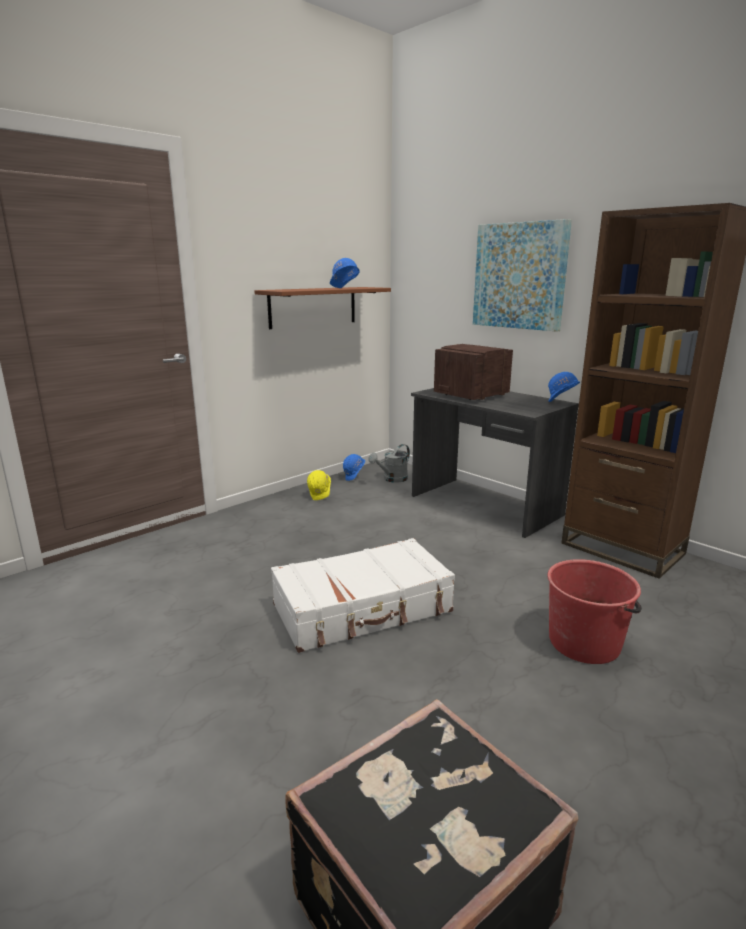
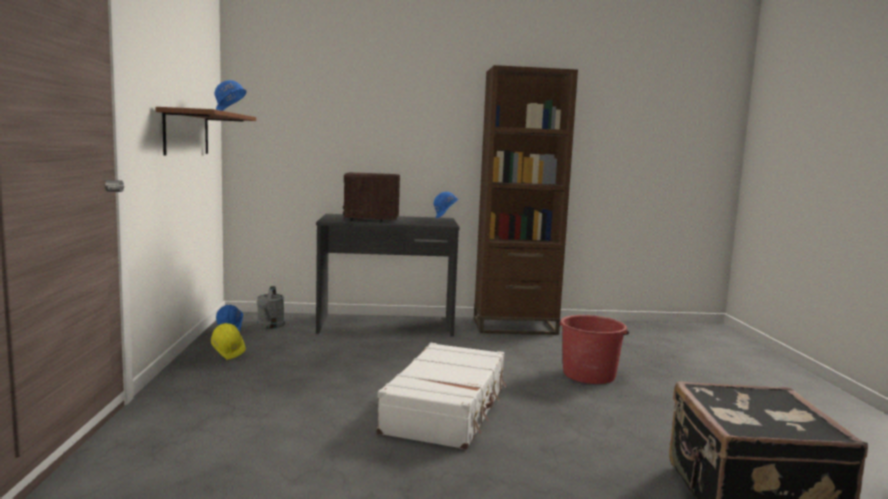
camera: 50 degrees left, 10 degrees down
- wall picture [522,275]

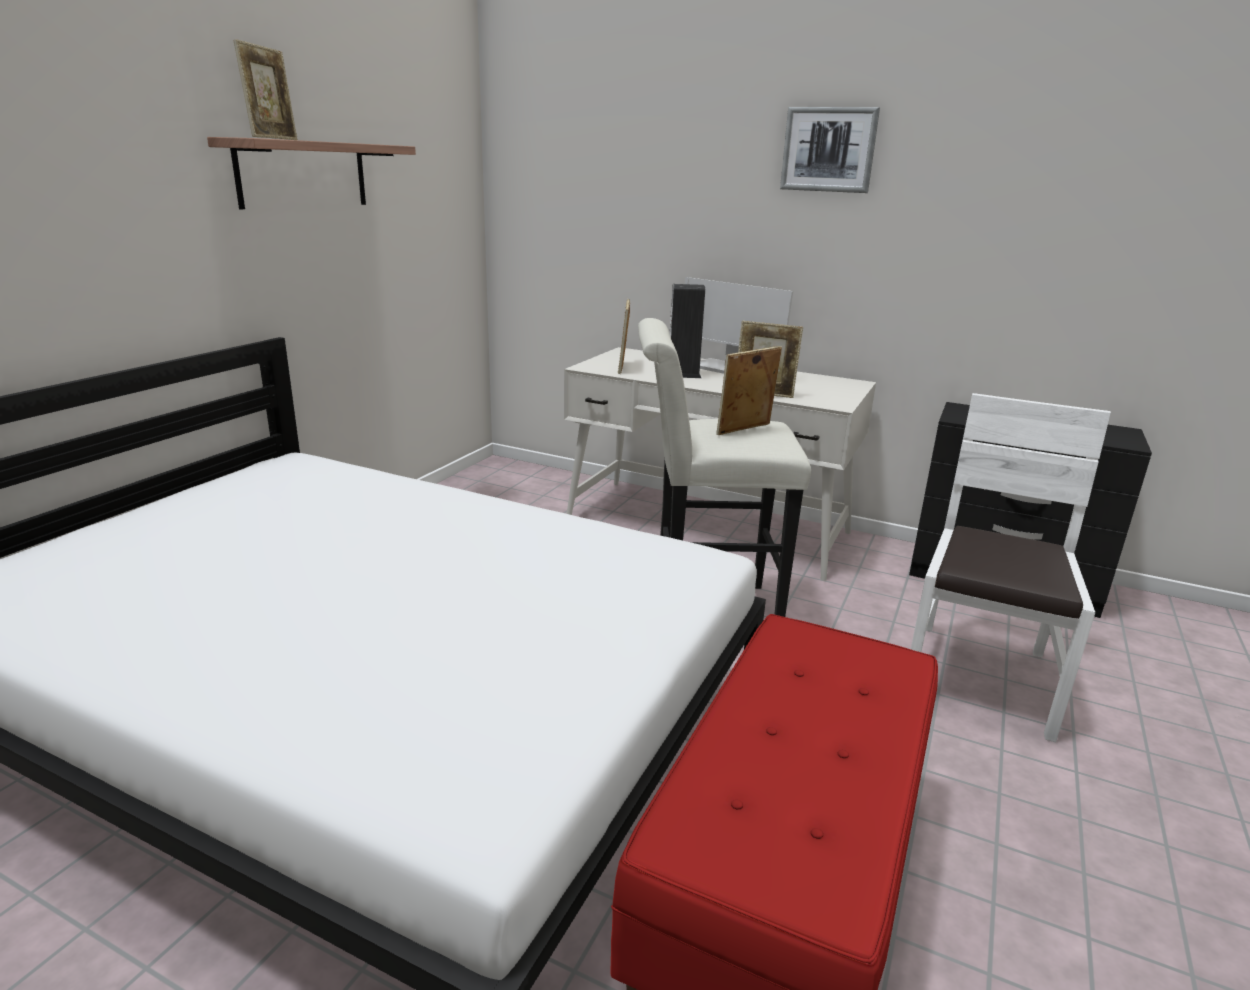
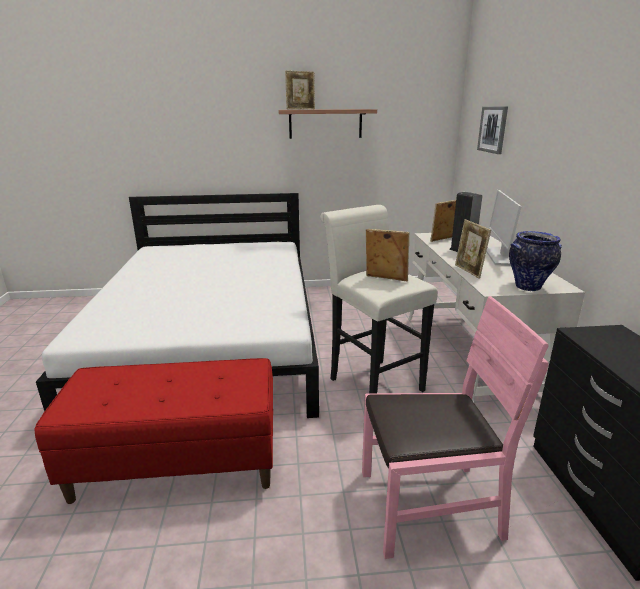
camera: 60 degrees right, 0 degrees up
+ flower vase [535,261]
~ wall picture [830,150] to [492,130]
~ white-coloured plain chair [1011,567] to pinkish plain chair [455,427]

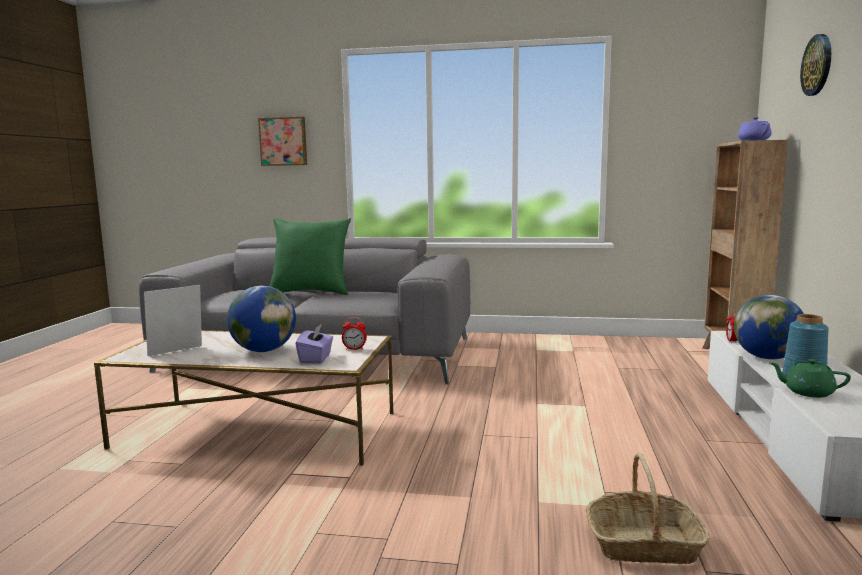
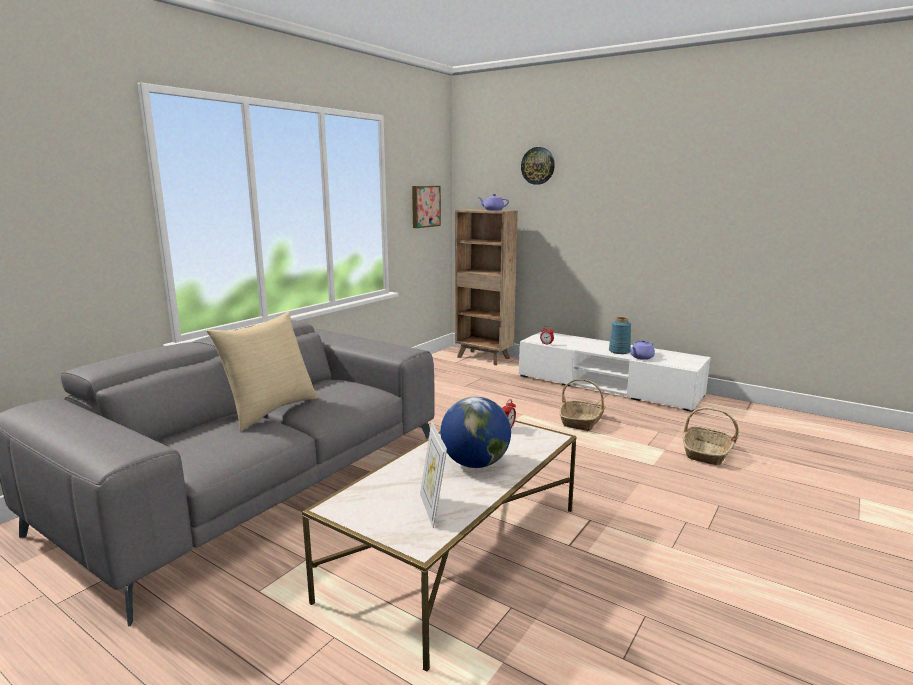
camera: 65 degrees left, 5 degrees up
- purple tissue holder [314,344]
- desk globe [769,327]
+ basket [582,405]
~ wall picture [282,141] to [426,207]
~ green throw pillow [310,256] to sand-coloured throw pillow [262,371]
~ green pot for tea [810,378] to purple pot for tea [642,350]

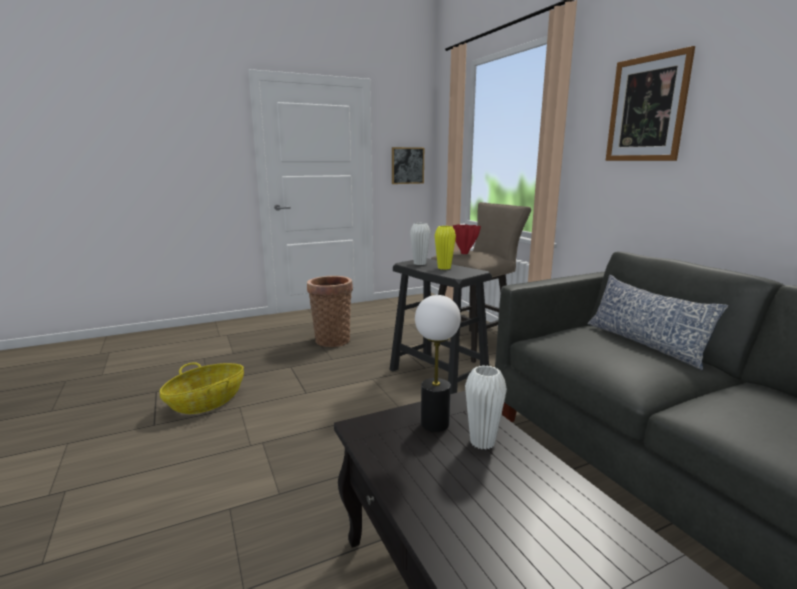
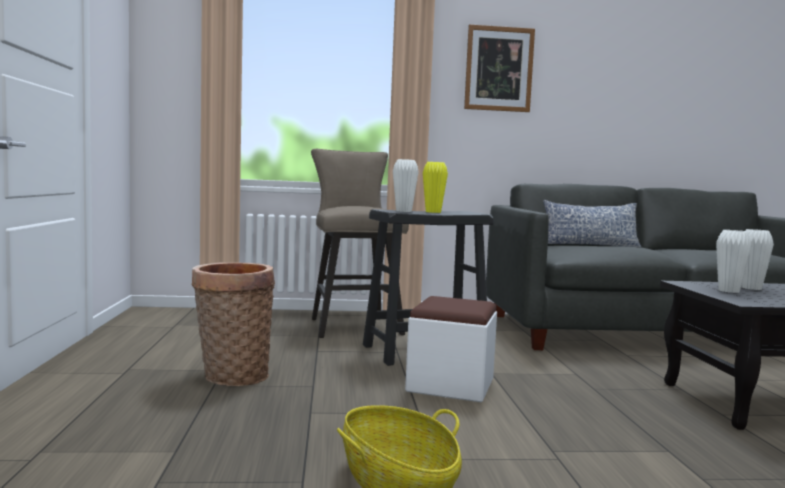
camera: 70 degrees left, 10 degrees down
- wall picture [408,165]
- red-coloured flower vase [466,239]
+ white-coloured footrest [451,349]
~ tabletop lamp [438,363] to white-coloured flower vase [733,261]

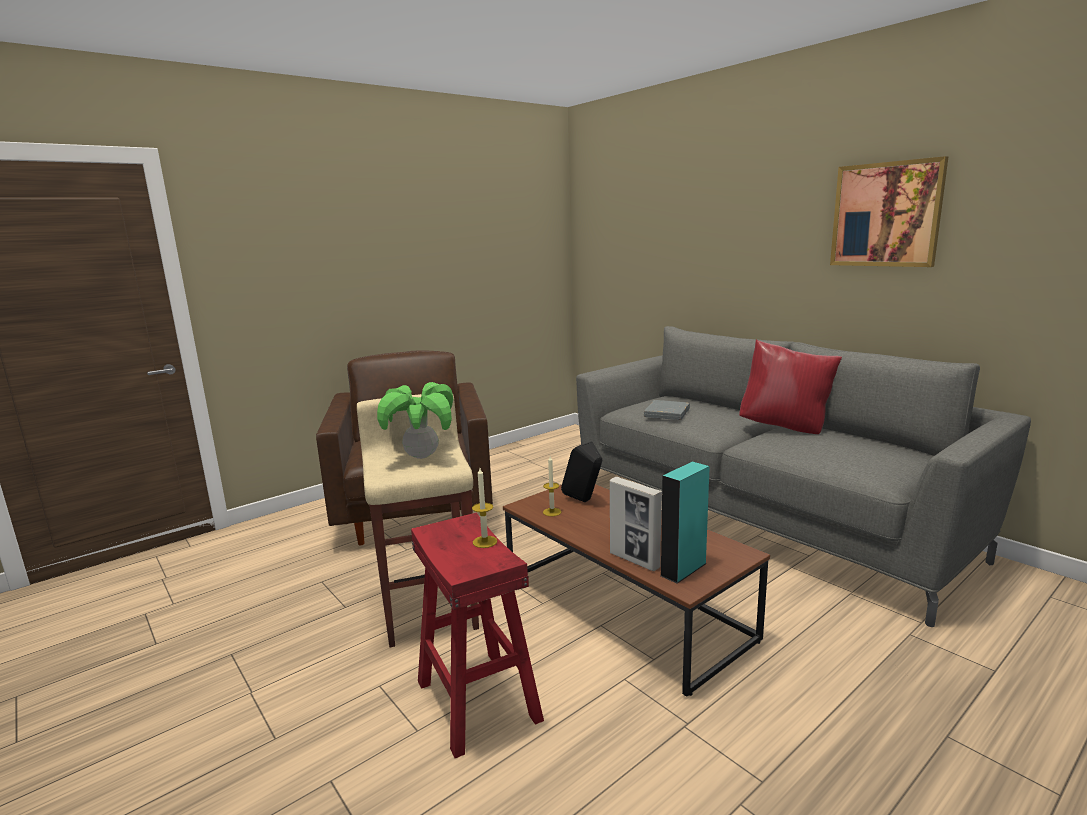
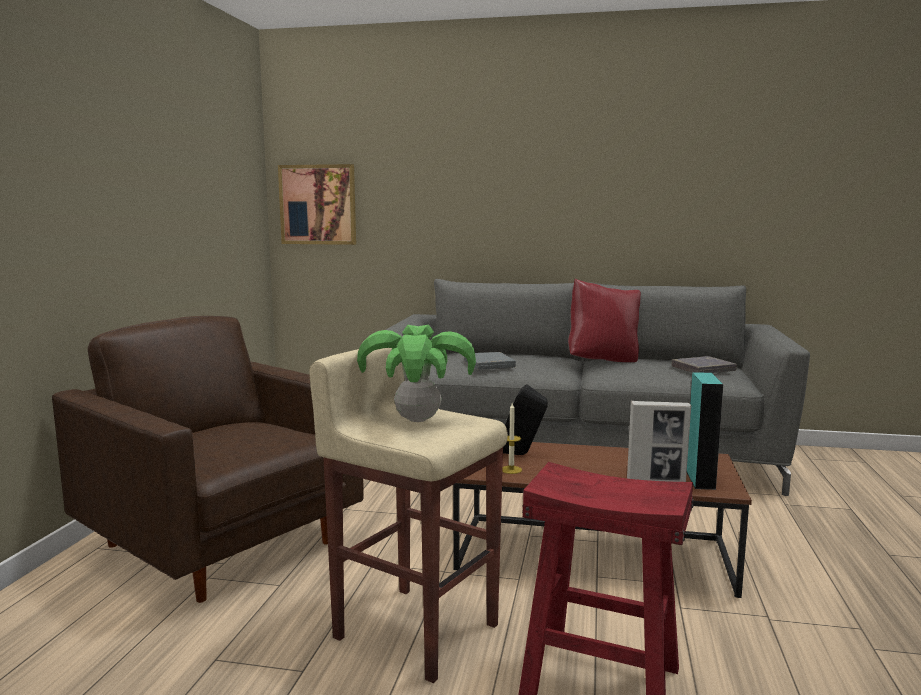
camera: 40 degrees left, 5 degrees down
- candle [484,508]
+ grey volume [704,364]
~ wall picture [889,211] to [317,204]

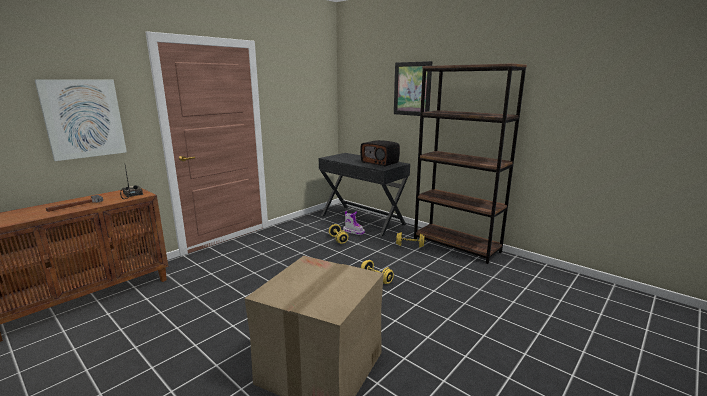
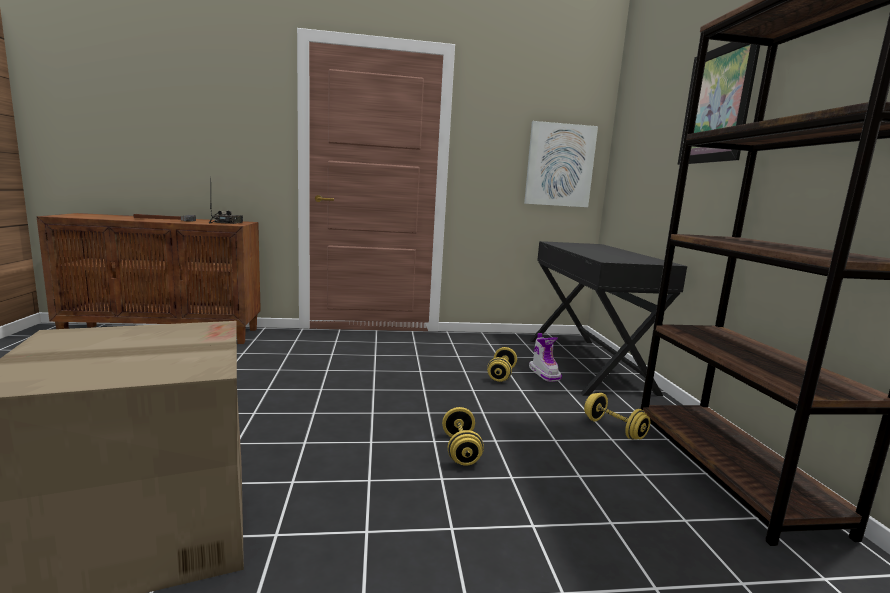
camera: 40 degrees right, 5 degrees down
- radio [380,153]
~ wall picture [81,120] to [561,164]

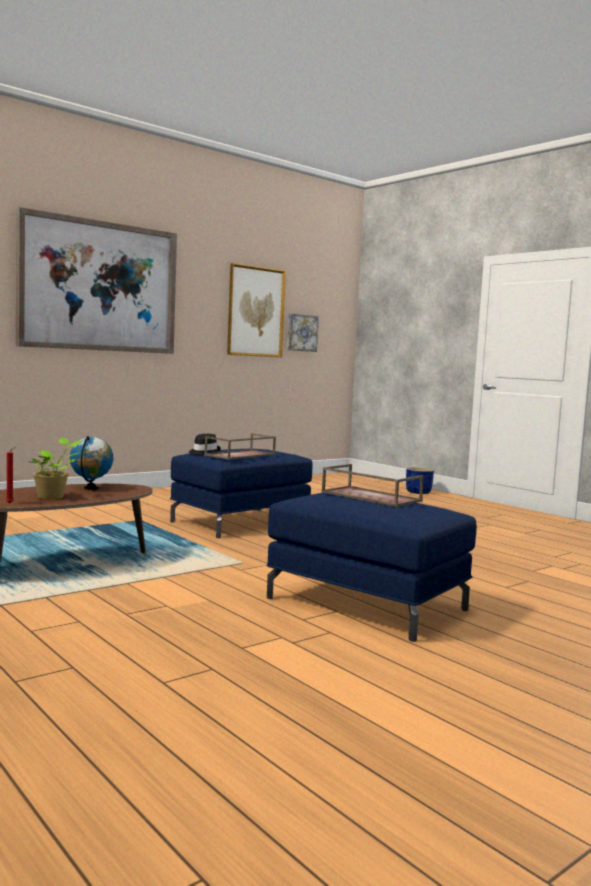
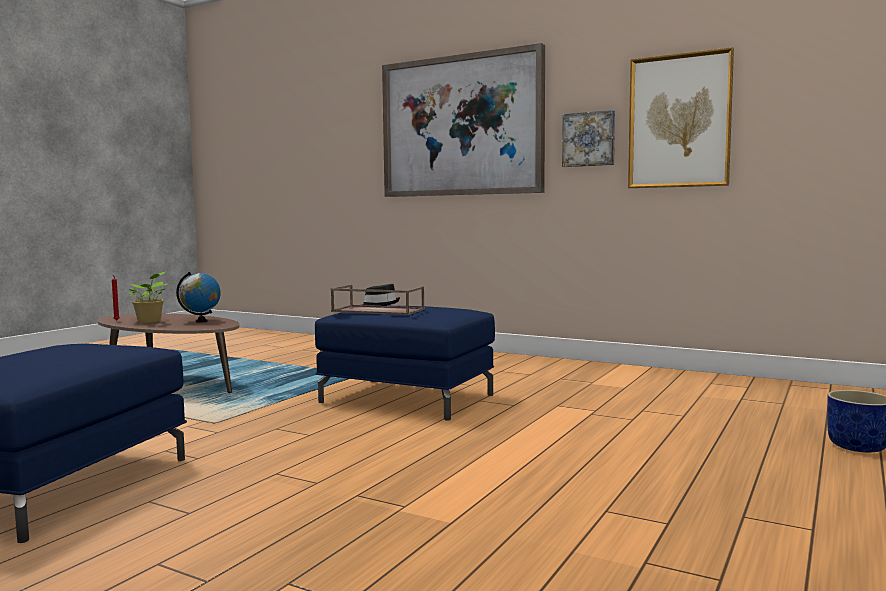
camera: 70 degrees right, 0 degrees up
- brownish tray [372,485]
~ wall picture [303,333] to [588,138]

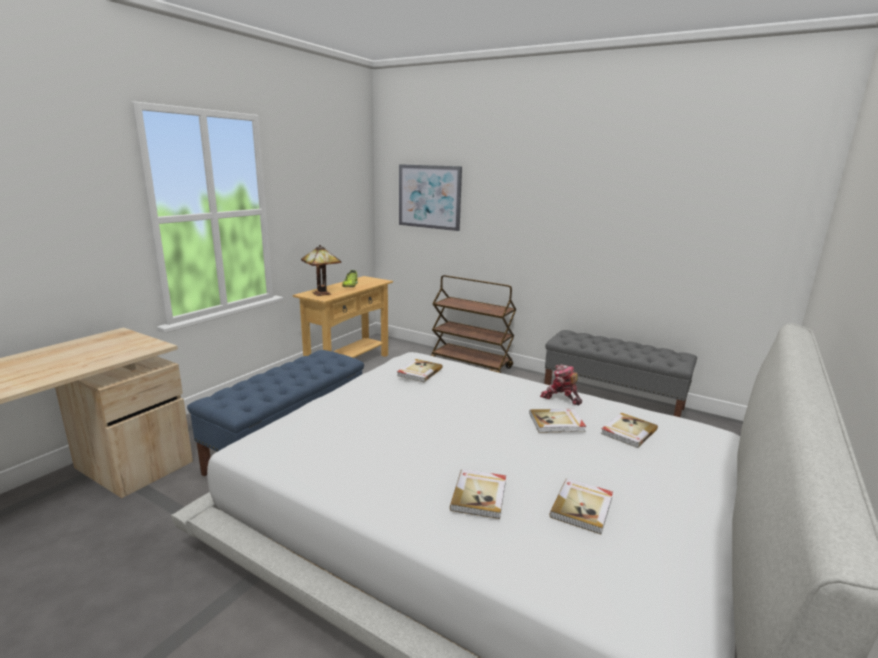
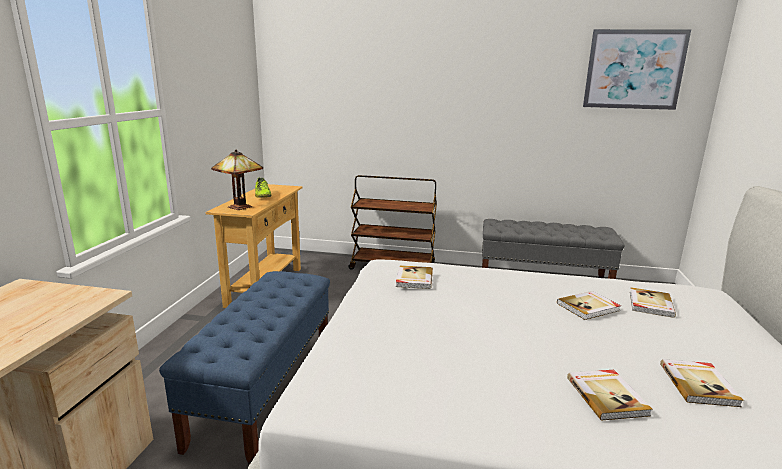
camera: 20 degrees left, 0 degrees up
- model robot [561,384]
~ wall picture [430,197] to [637,69]

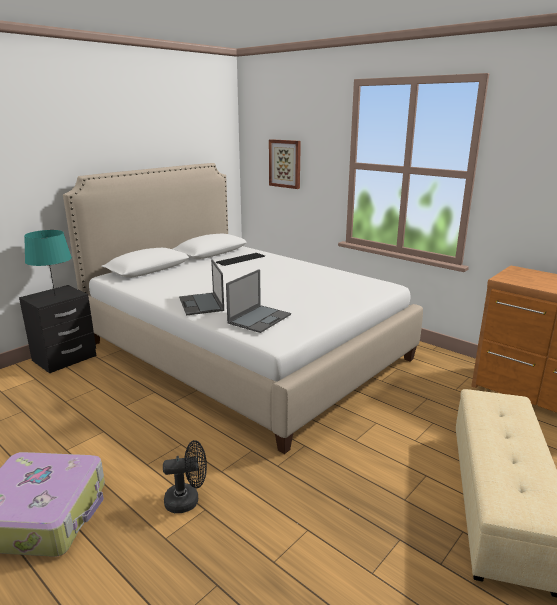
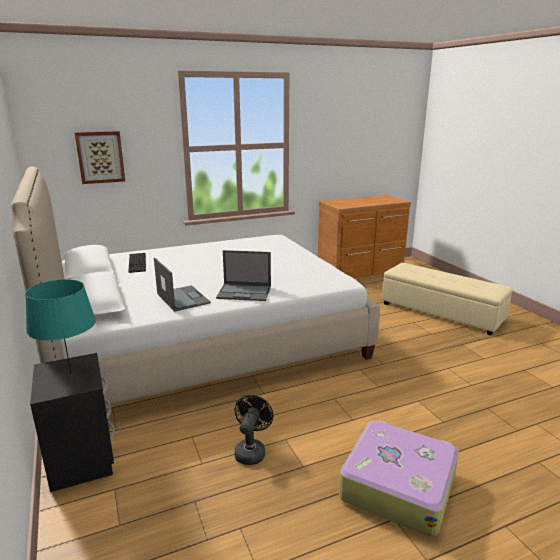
camera: 65 degrees left, 0 degrees up
~ blackish cooling fan [185,476] to [253,430]
~ portable computer [258,301] to [182,285]

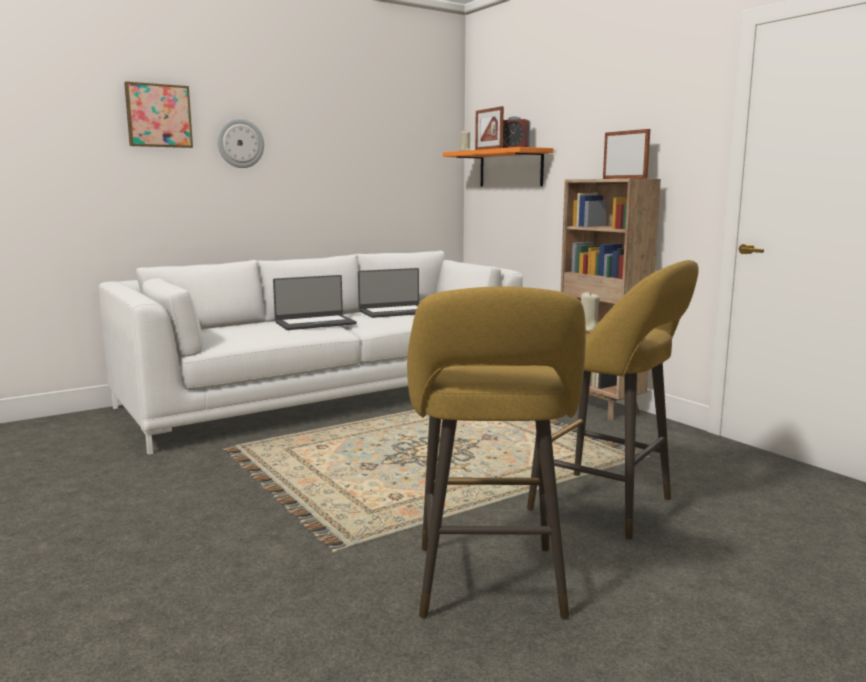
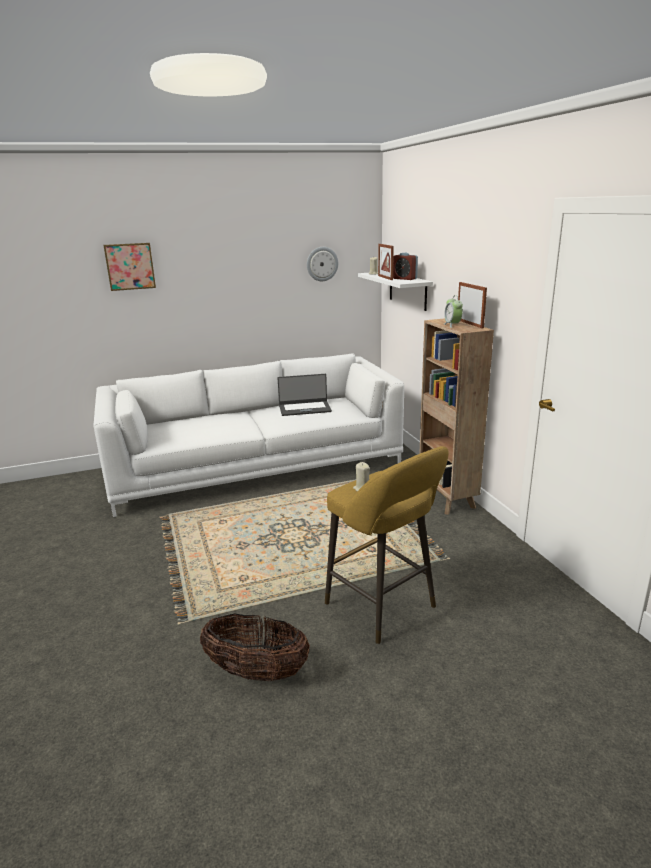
camera: 15 degrees right, 10 degrees up
- portable computer [315,302]
+ bedside clock [453,311]
~ wall clock [240,143] to [322,264]
~ yellow stool [496,452] to basket [255,647]
~ orange-coloured shelf [498,166] to white-coloured shelf [395,292]

